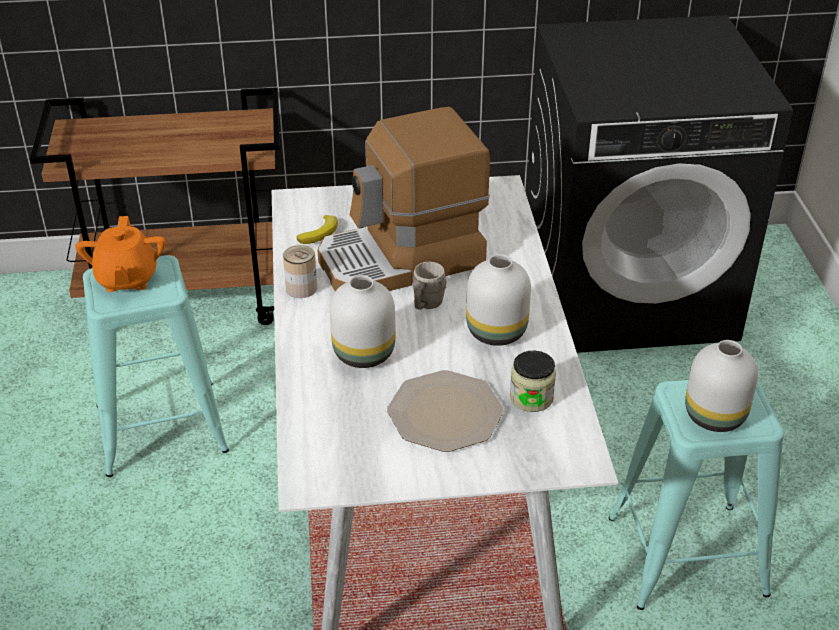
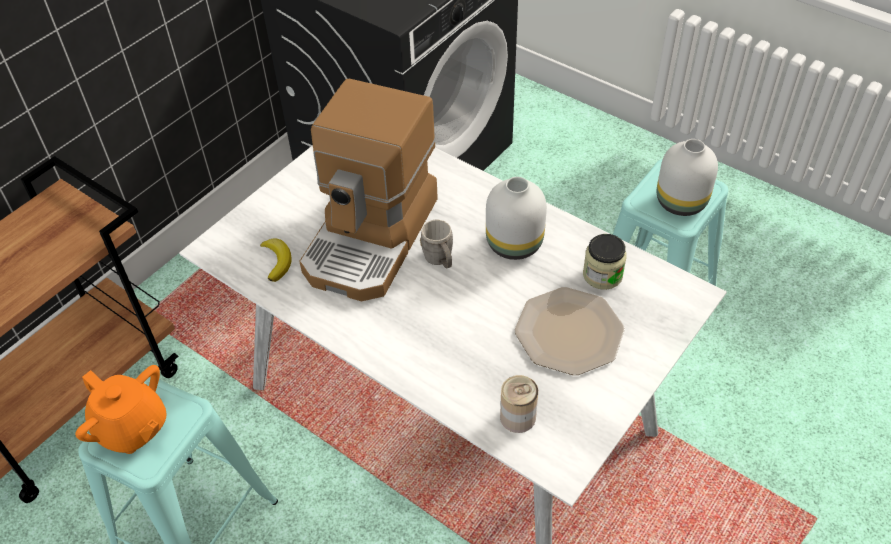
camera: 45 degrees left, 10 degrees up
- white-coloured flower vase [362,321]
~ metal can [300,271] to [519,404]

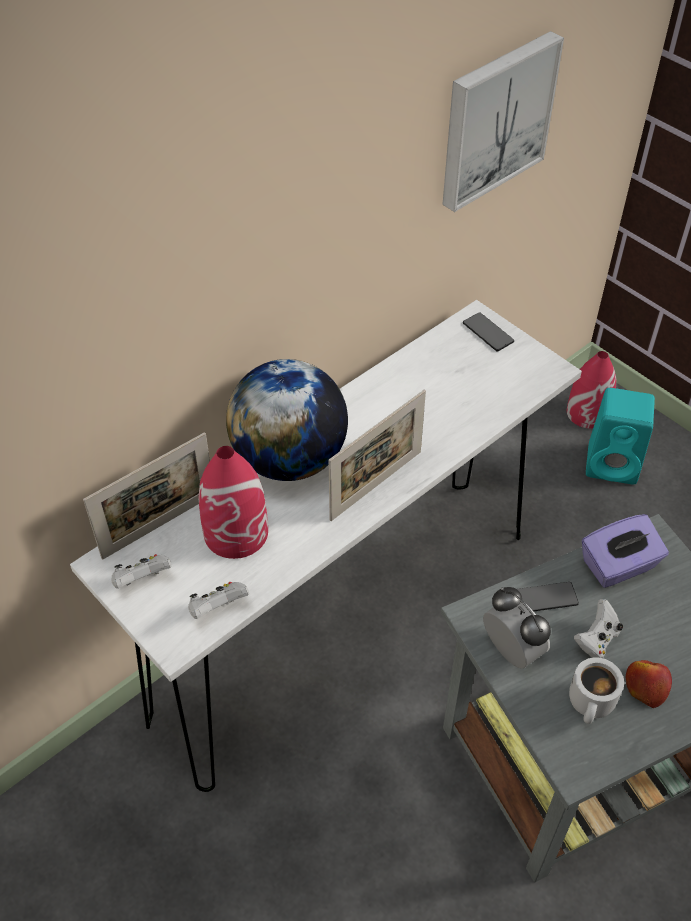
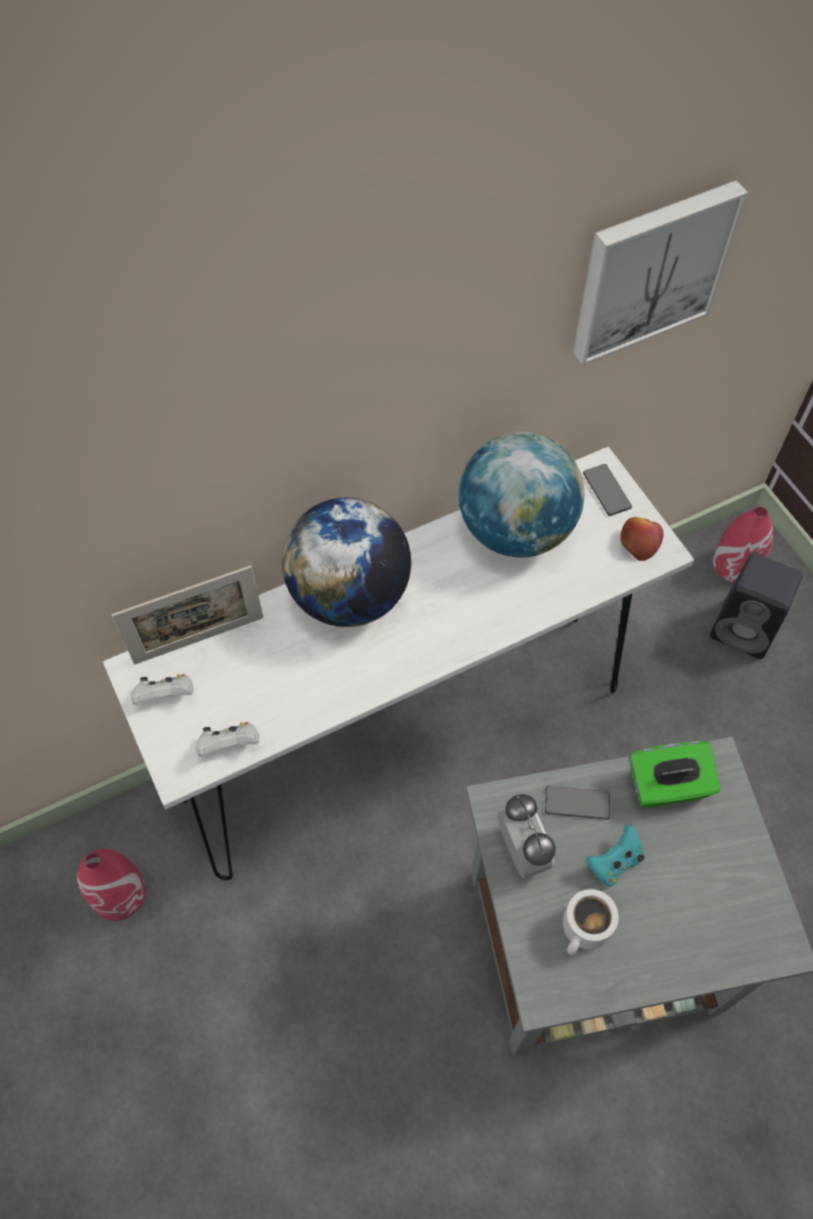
camera: 15 degrees right, 10 degrees up
- photo frame [377,455]
+ desk globe [521,495]
~ red-coloured flower vase [233,502] to [111,885]
~ apple fruit [649,684] to [641,539]
~ white-coloured joypad [598,628] to turquoise-coloured joypad [615,855]
~ purple tissue holder [625,551] to green tissue holder [674,774]
~ turquoise-coloured loudspeaker [620,436] to blackish loudspeaker [756,606]

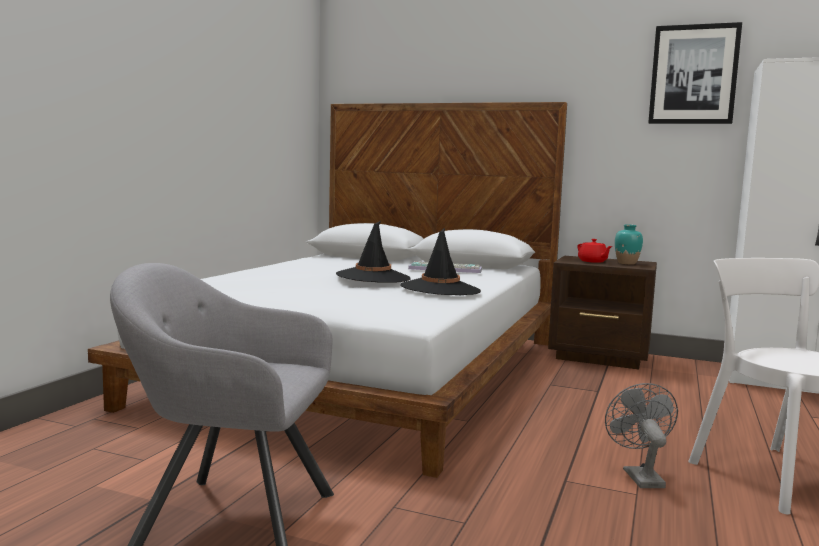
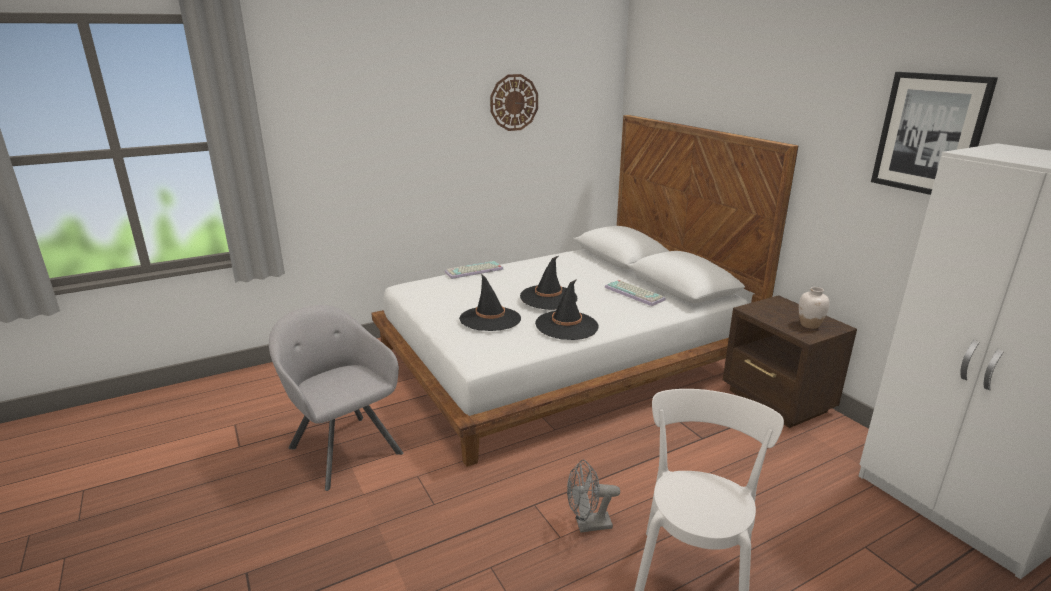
camera: 40 degrees right, 15 degrees up
- red-coloured pot for tea [595,251]
+ PC keyboard [474,270]
+ blackish wearable hat [490,302]
+ wall clock [514,102]
~ turquoise-coloured flower vase [629,244] to white-coloured flower vase [814,308]
~ grey cooling fan [641,435] = [593,496] 135 degrees counterclockwise

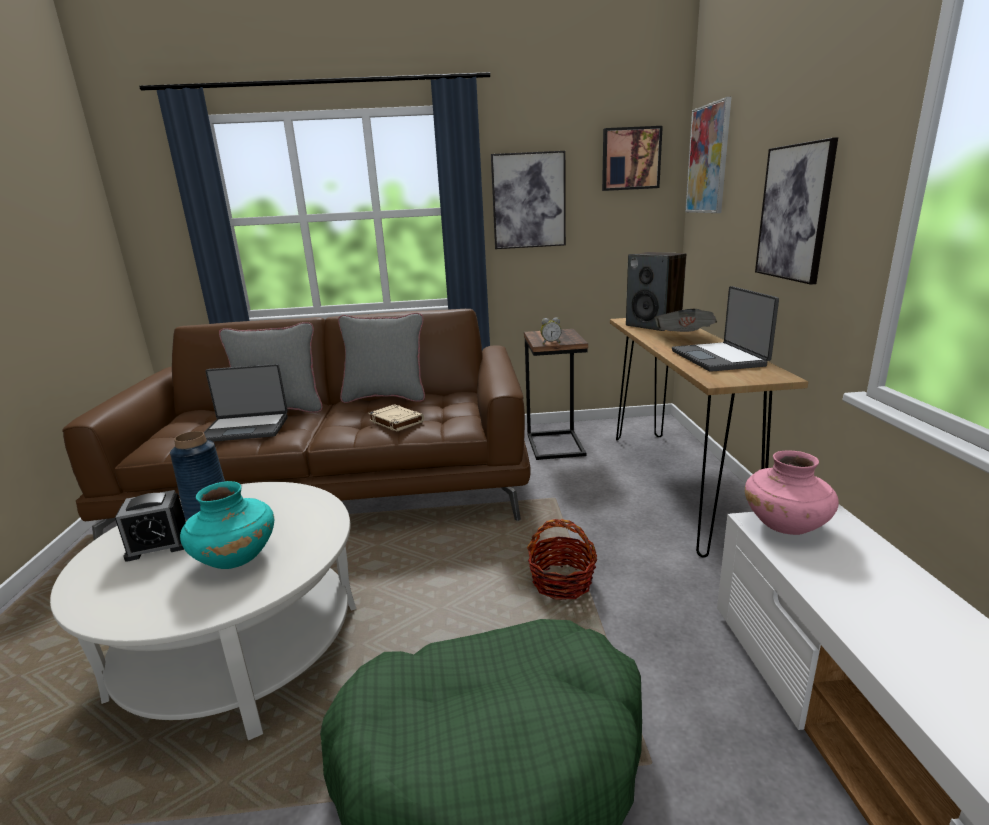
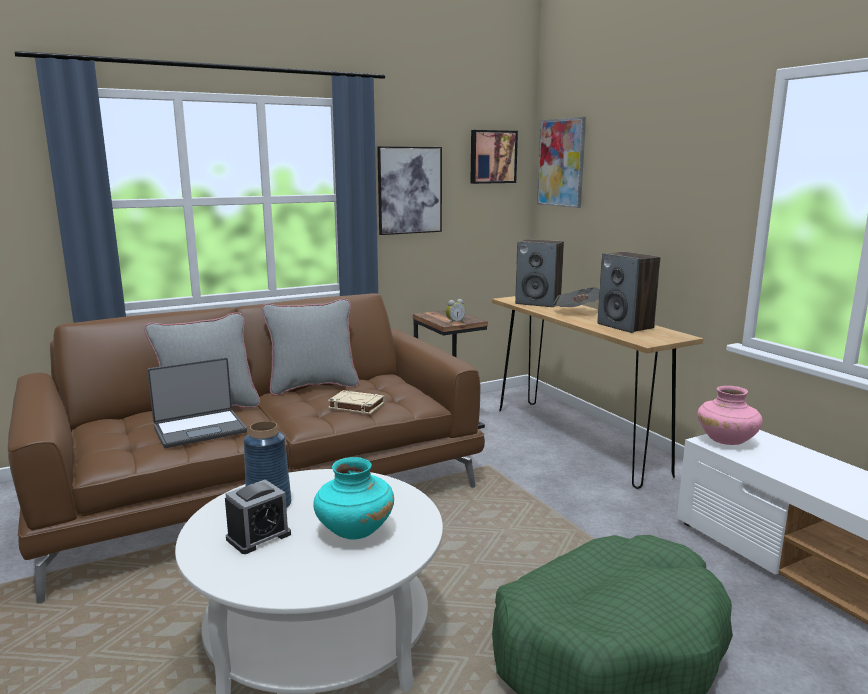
camera: 25 degrees left, 5 degrees down
- basket [562,559]
- wall picture [796,211]
~ portable computer [725,329] to loudspeaker [628,292]

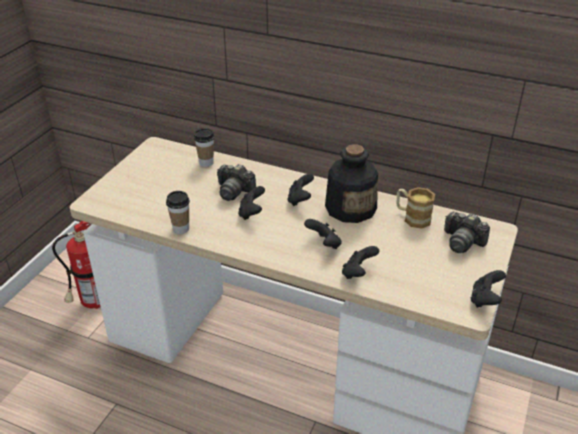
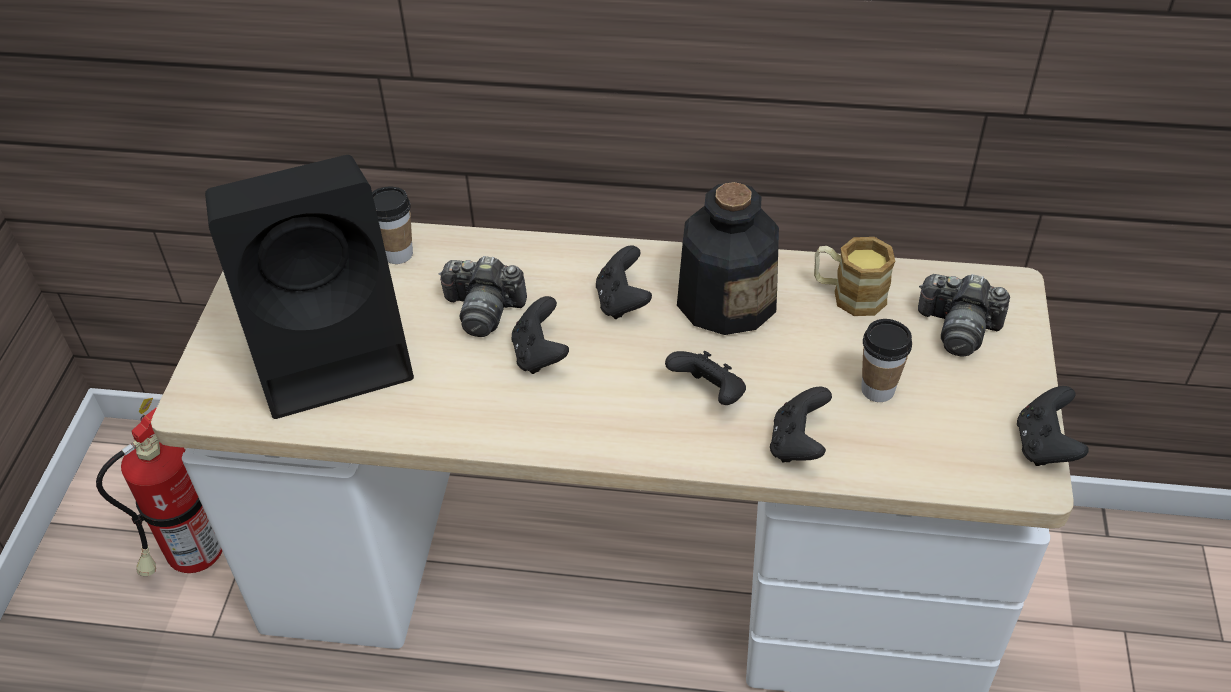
camera: 15 degrees left, 10 degrees up
+ blackish loudspeaker [309,287]
~ small cup [178,212] to [886,360]

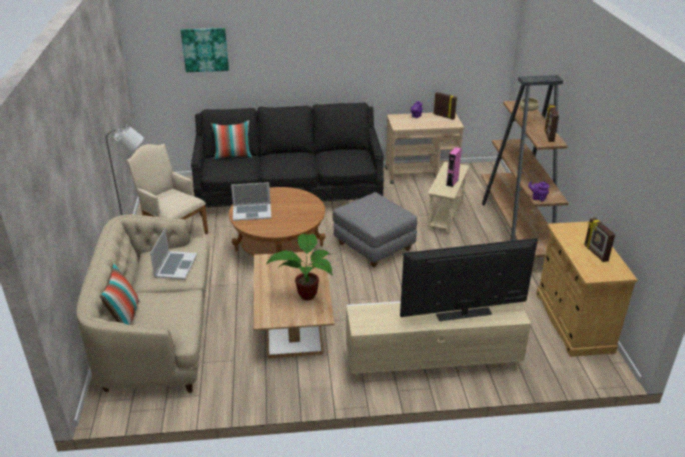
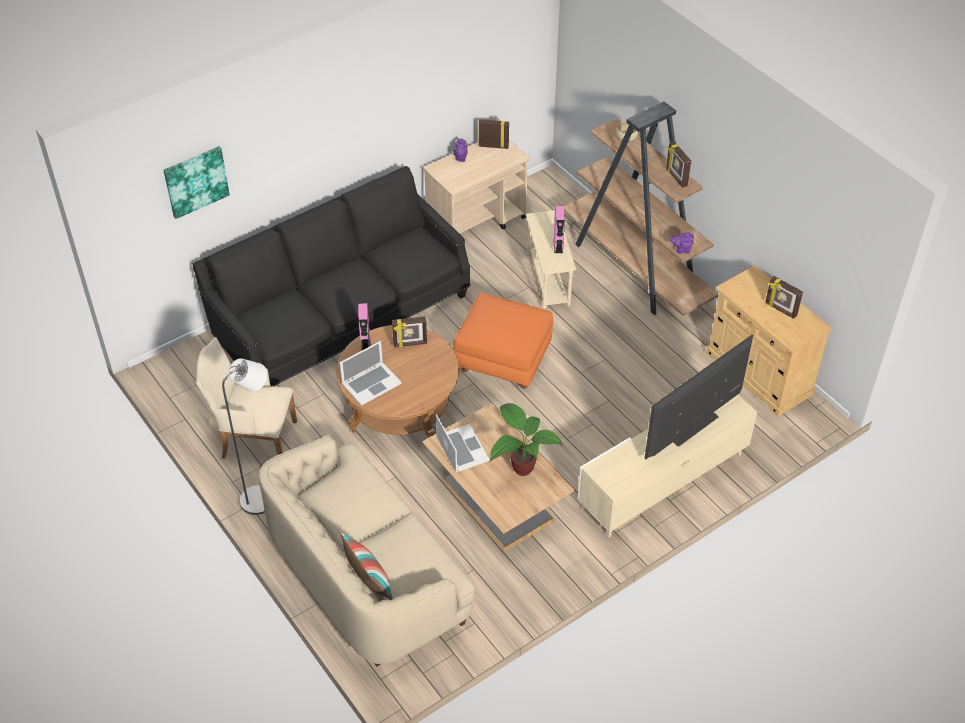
camera: 30 degrees left, 15 degrees up
- throw pillow [231,140]
+ pinkish loudspeaker [364,327]
+ photo frame [409,331]
~ portable computer [173,254] to [463,443]
~ grey footrest [374,229] to orange-coloured footrest [503,340]

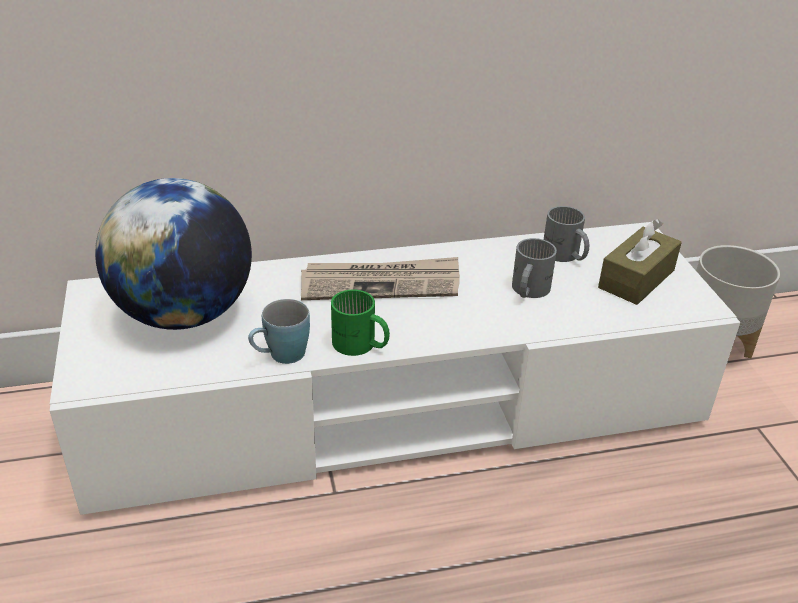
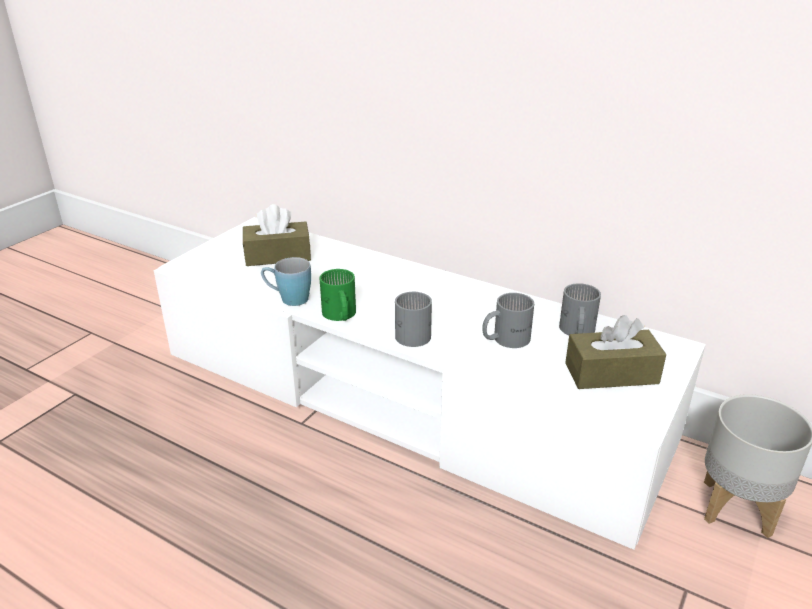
camera: 45 degrees right, 5 degrees down
- printed paper [380,278]
+ grey mug [413,319]
~ desk globe [173,254] to brownish tissue holder [277,235]

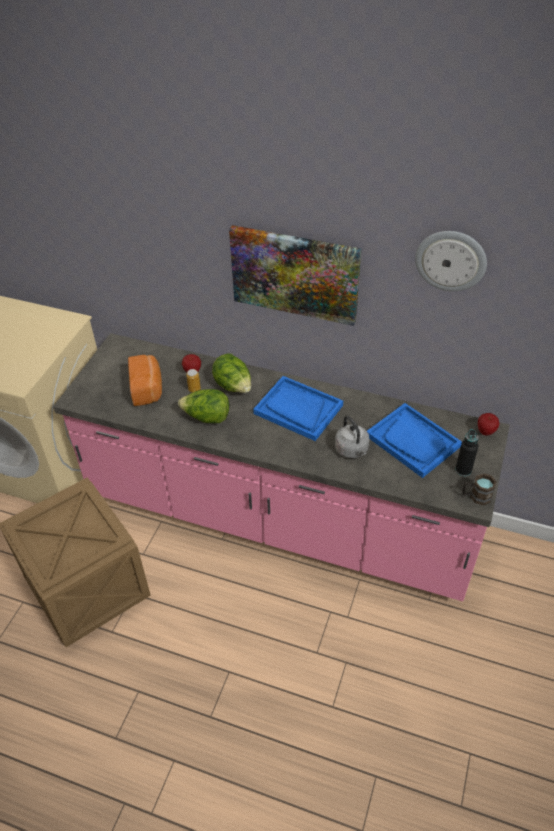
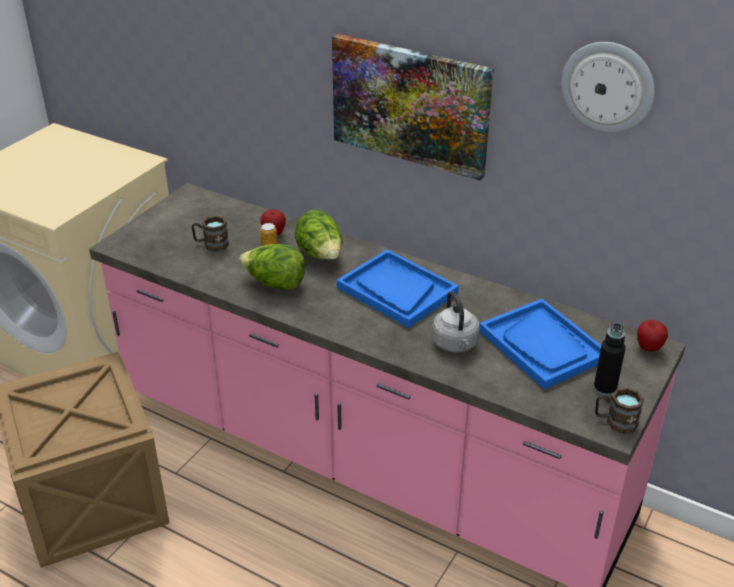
camera: 10 degrees right, 10 degrees down
~ bread [145,380] to brownish mug [210,233]

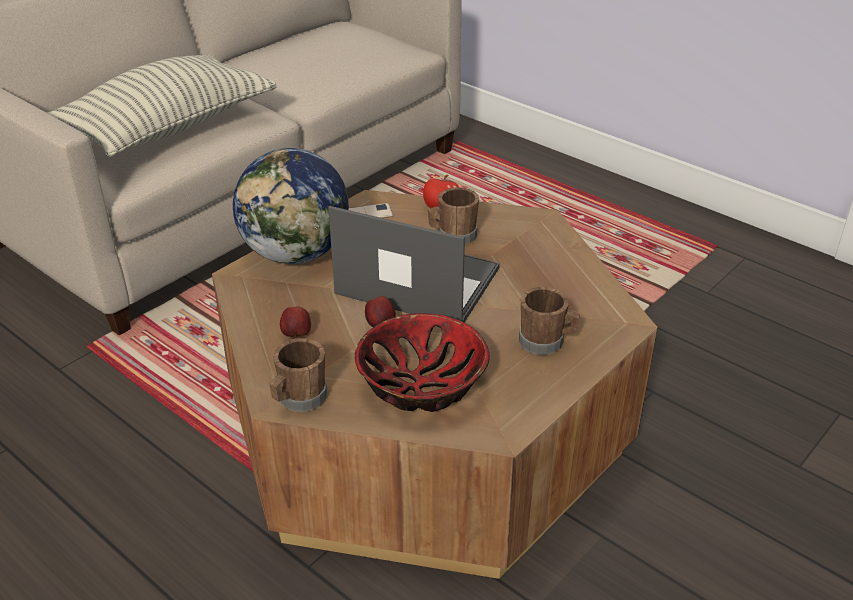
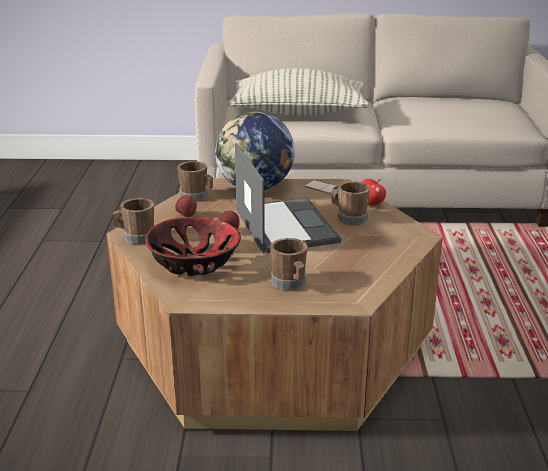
camera: 50 degrees right, 10 degrees down
+ brownish mug [195,181]

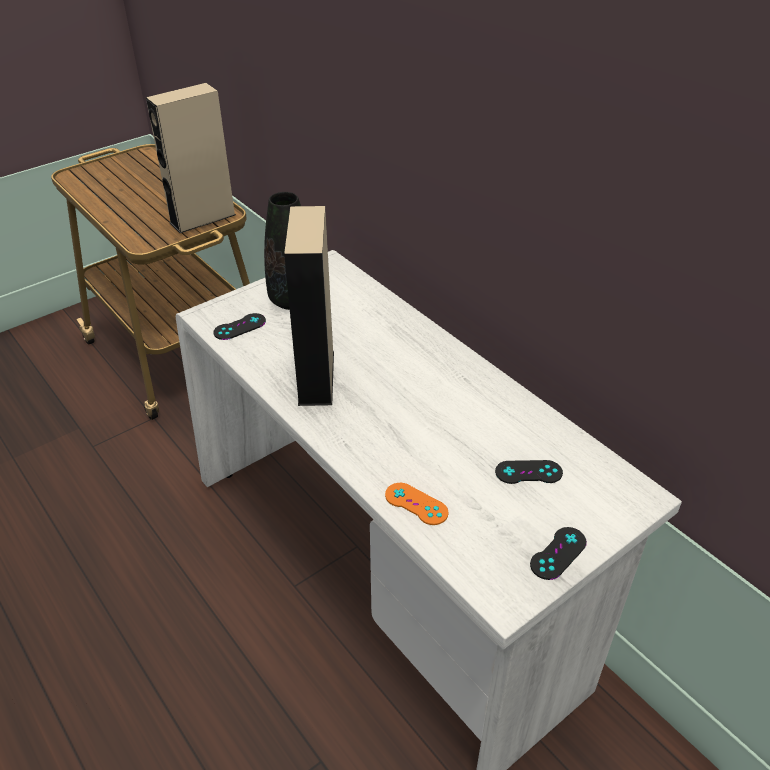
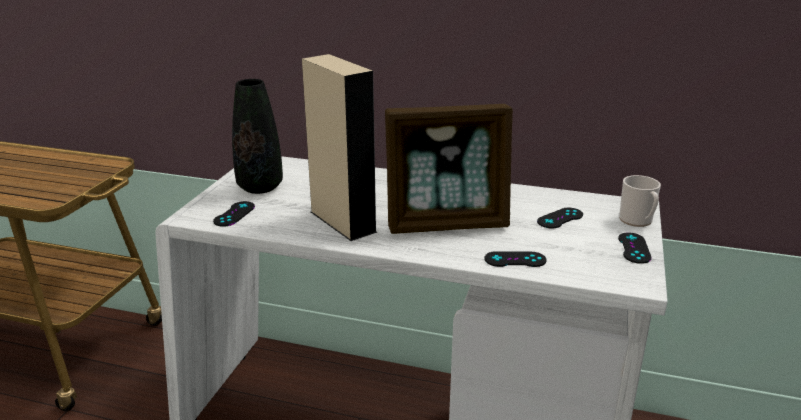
camera: 35 degrees left, 15 degrees down
- sand-coloured loudspeaker [191,158]
+ photo frame [449,169]
+ mug [640,201]
~ orange-coloured joypad [416,504] to blackish joypad [515,259]

